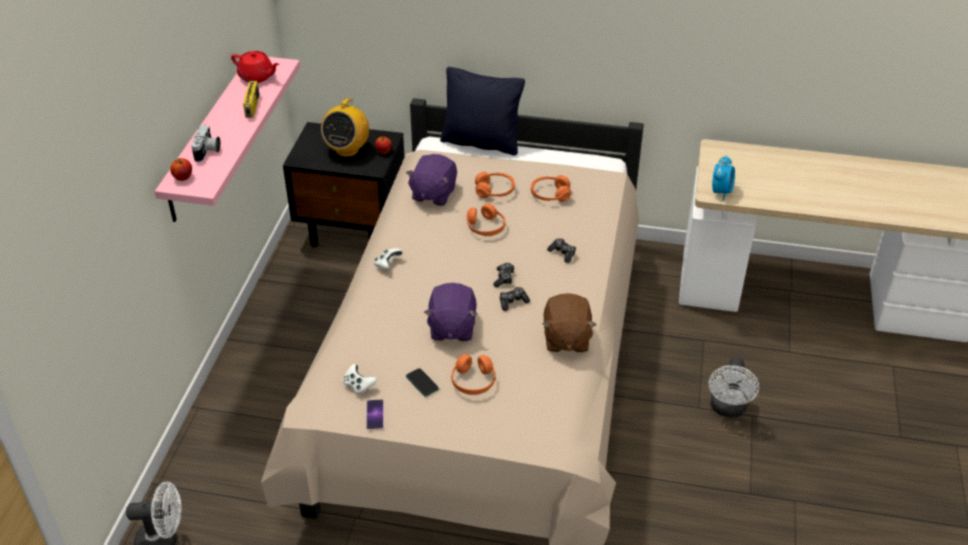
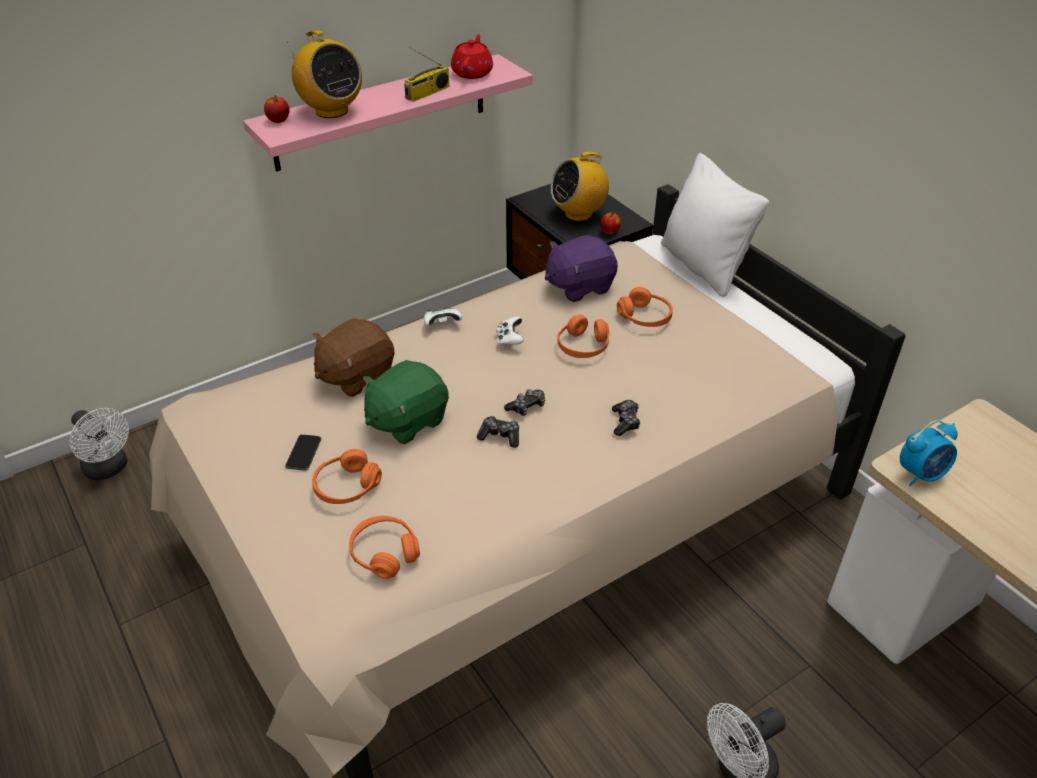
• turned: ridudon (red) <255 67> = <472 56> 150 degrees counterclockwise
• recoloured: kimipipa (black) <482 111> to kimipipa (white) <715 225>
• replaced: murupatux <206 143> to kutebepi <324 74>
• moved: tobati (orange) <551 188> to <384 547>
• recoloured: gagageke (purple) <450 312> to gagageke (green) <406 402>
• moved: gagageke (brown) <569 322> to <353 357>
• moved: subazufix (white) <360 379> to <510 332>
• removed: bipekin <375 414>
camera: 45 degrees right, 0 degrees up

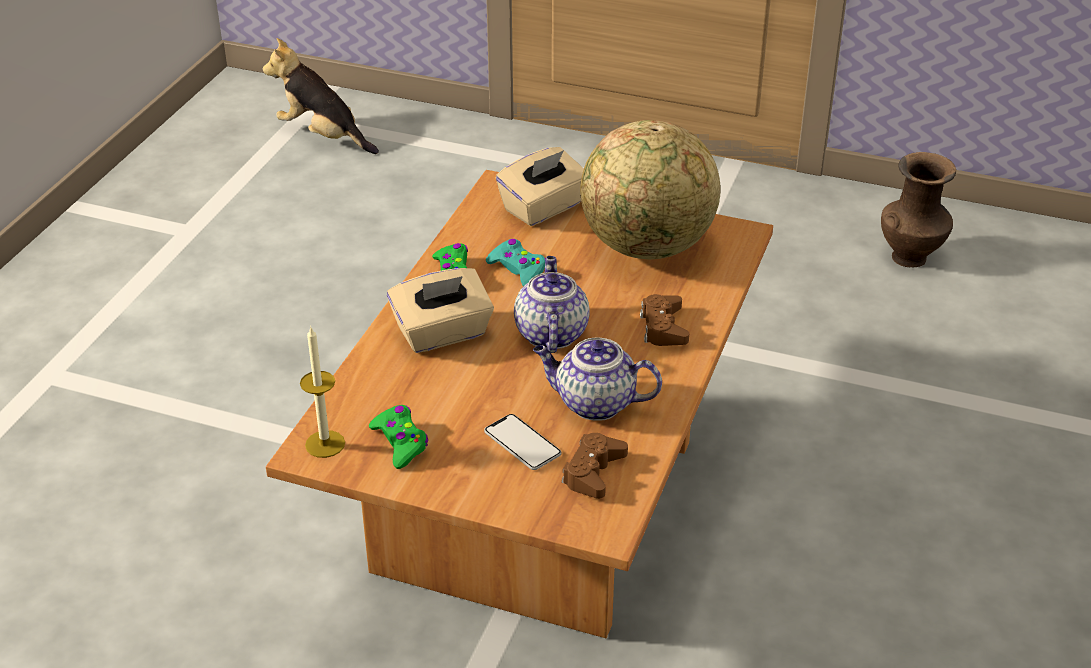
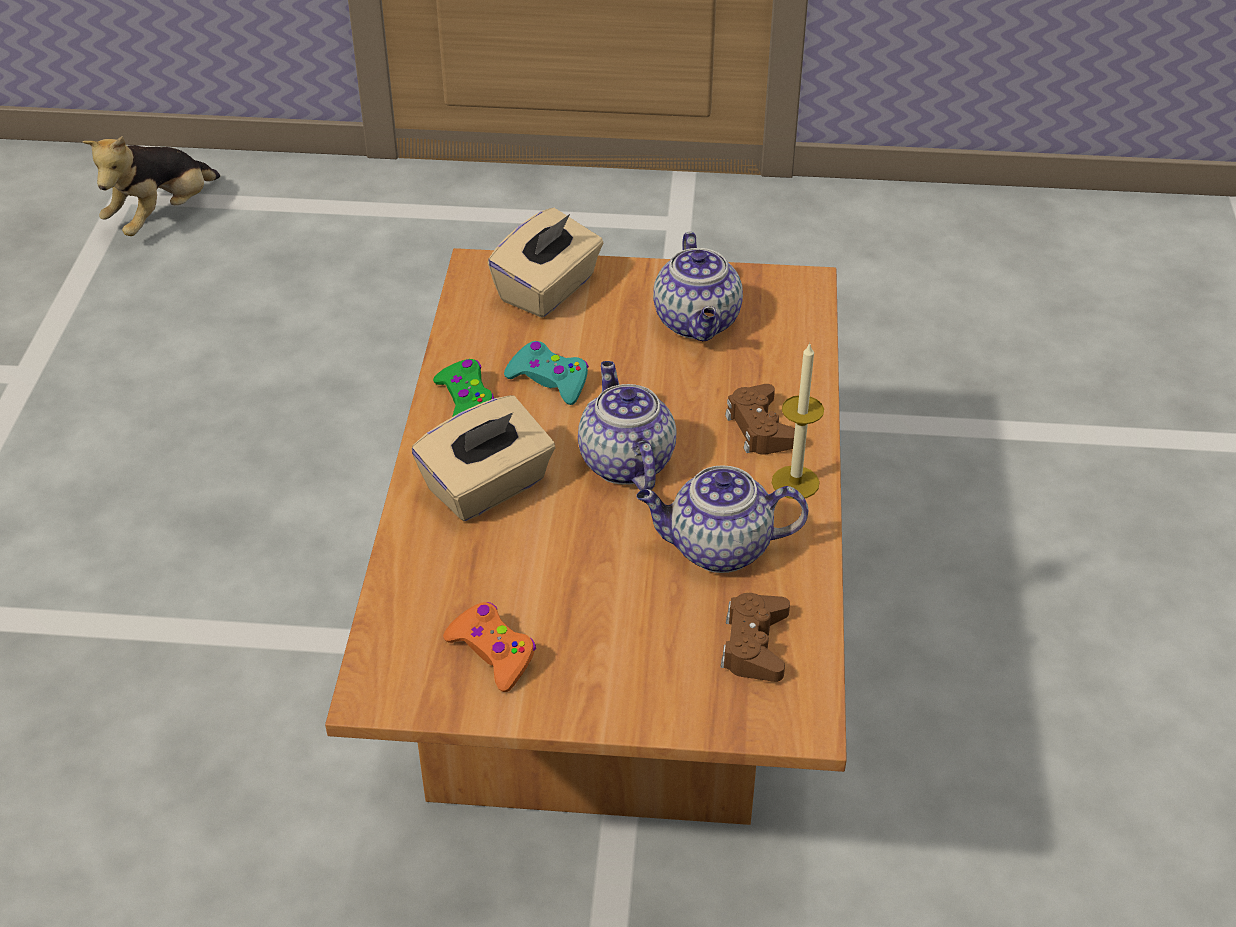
• turned: gagageke <321 96> = <151 186> 75 degrees counterclockwise
• replaced: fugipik <650 189> to ridudon <698 286>
• removed: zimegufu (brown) <918 209>
• moved: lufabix <322 392> to <798 420>
• recoloured: subazufix (green) <398 437> to subazufix (orange) <489 647>
• removed: bipekin <523 442>
camera: 15 degrees left, 5 degrees up

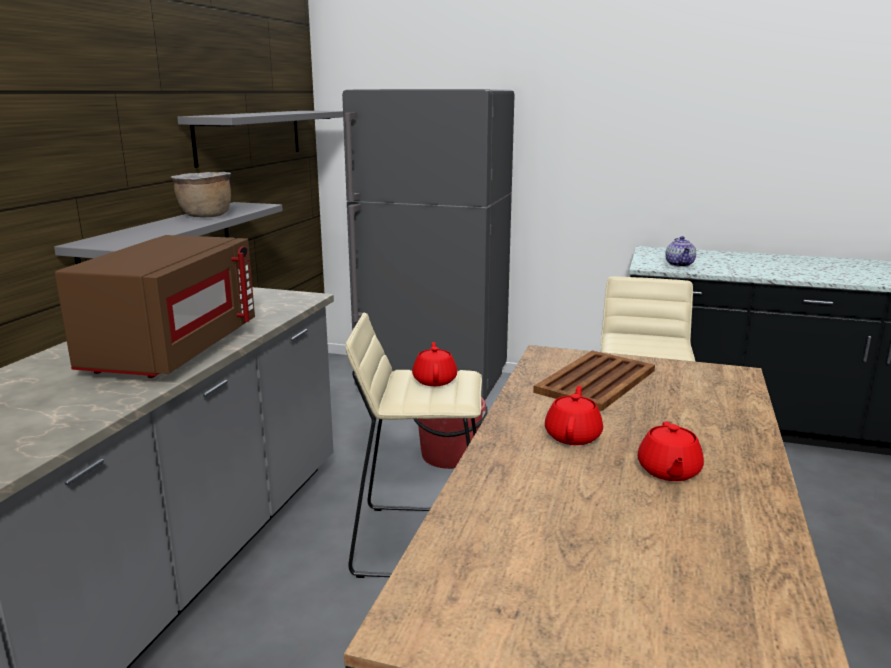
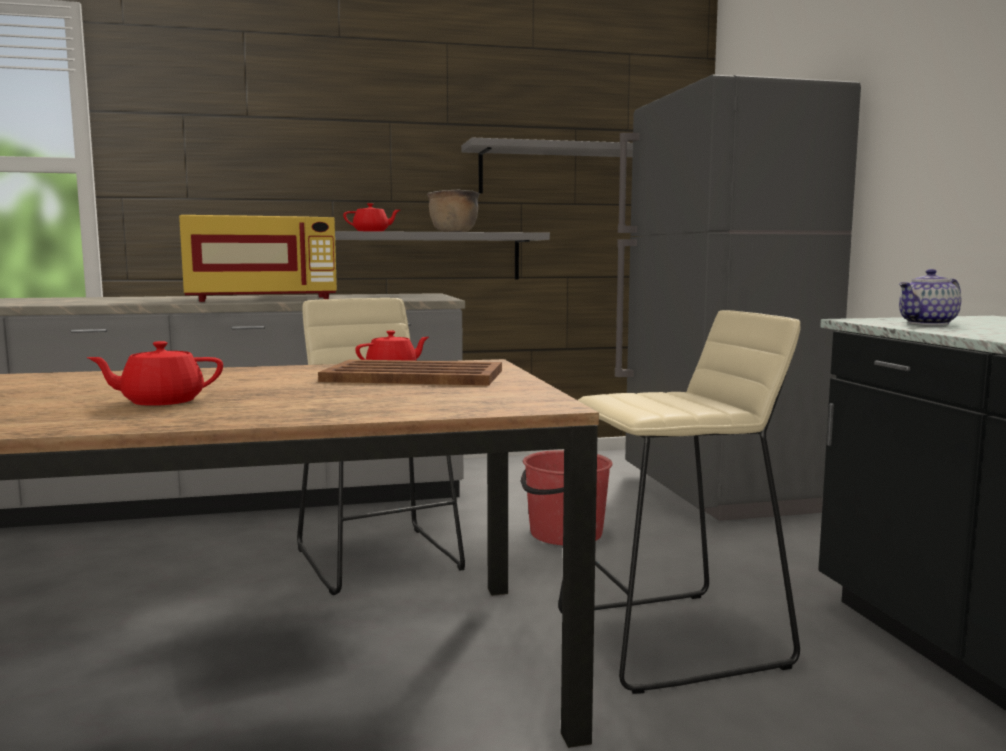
• recoloured: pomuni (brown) <155 306> to pomuni (yellow) <258 258>
• moved: ridudon (red) <574 415> to <371 217>
camera: 60 degrees right, 10 degrees down

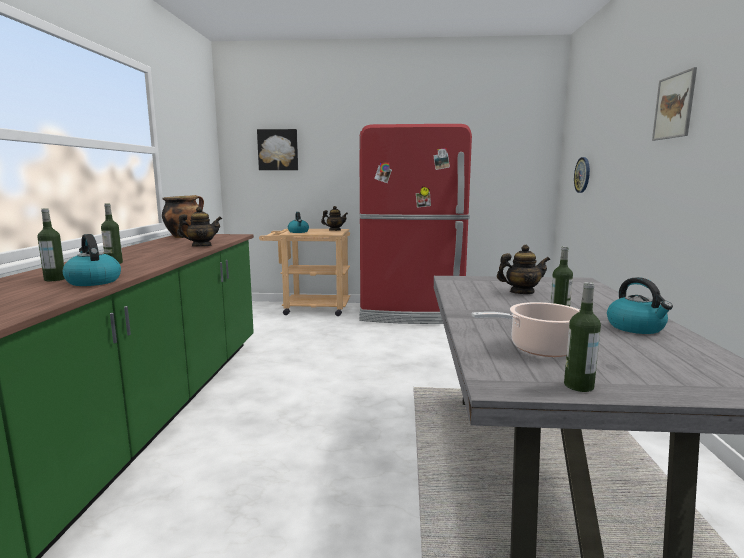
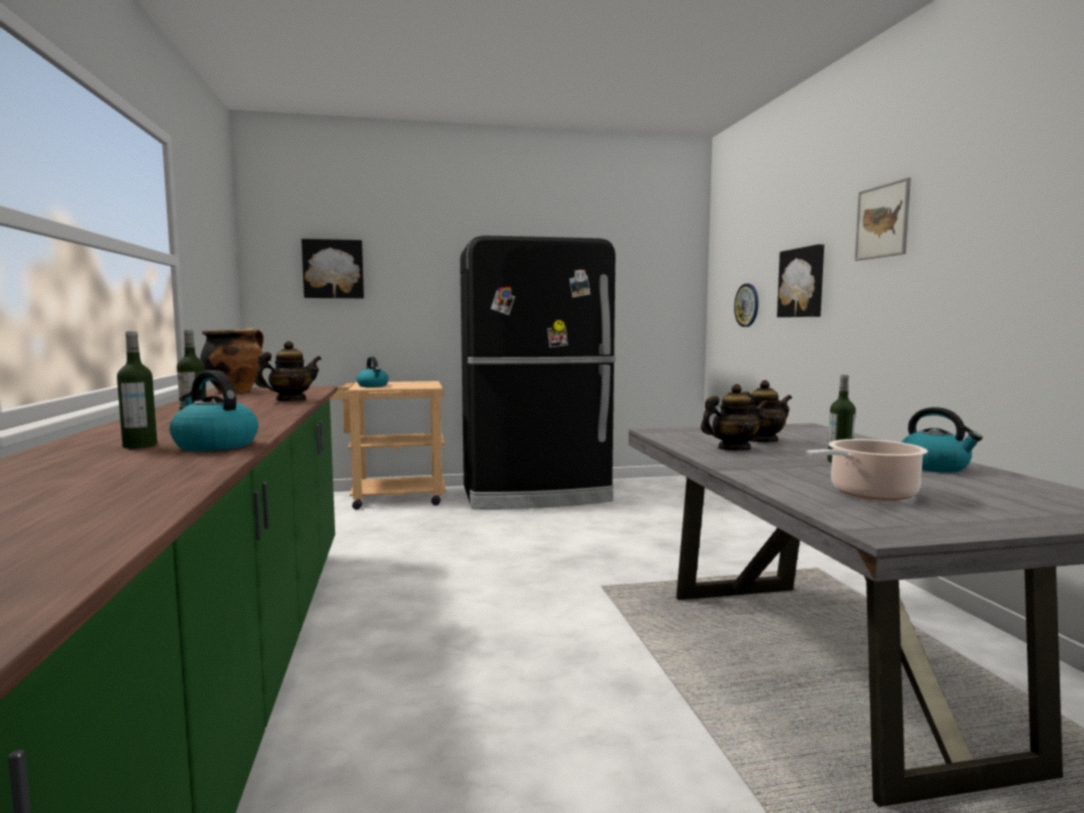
• recoloured: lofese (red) <415 224> to lofese (black) <538 372>
• moved: ridudon <334 218> to <735 417>
• removed: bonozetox <582 337>
• added: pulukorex <800 280>
camera: 15 degrees left, 5 degrees down

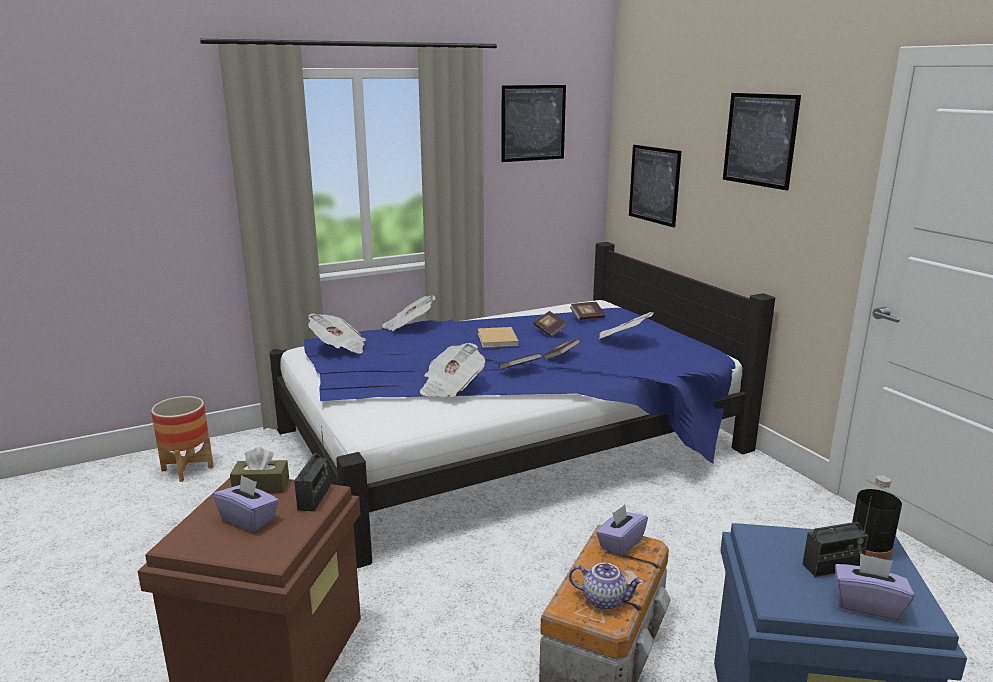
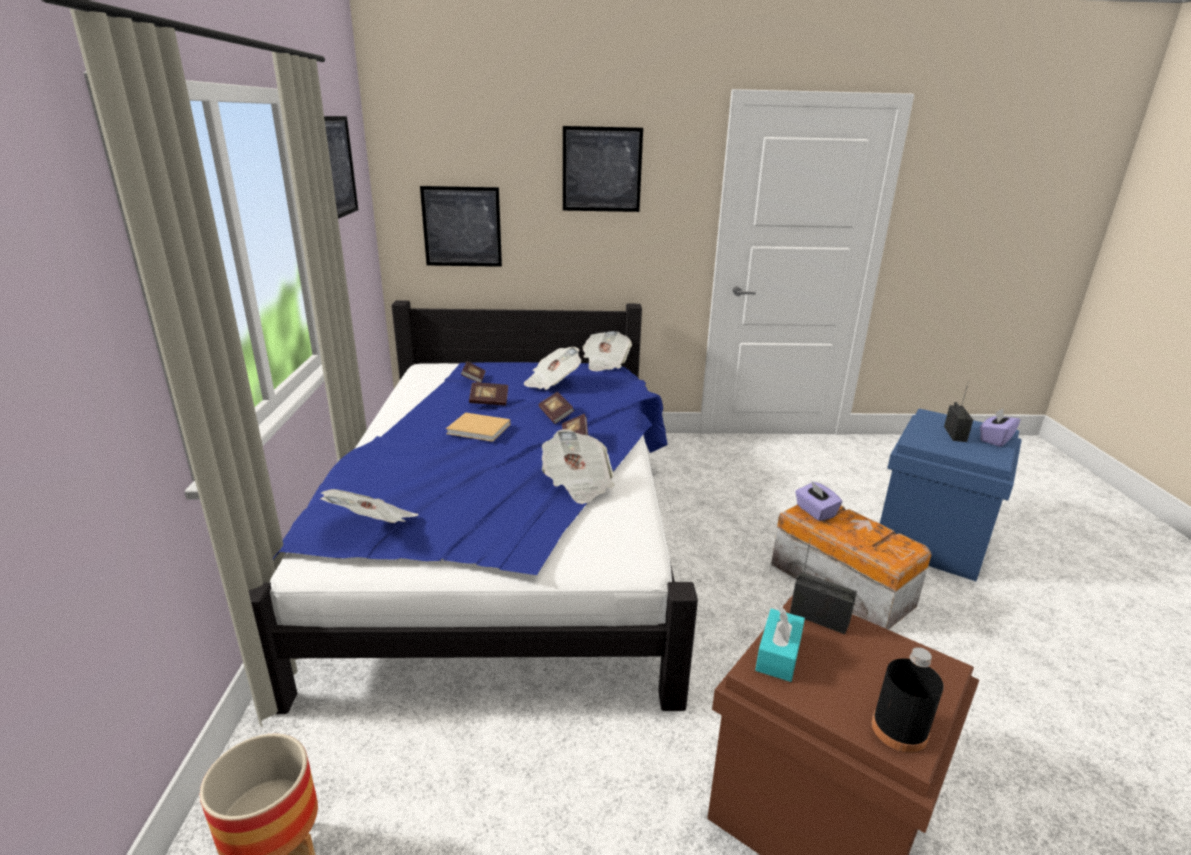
• moved: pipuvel <409 313> to <607 351>
• recoloured: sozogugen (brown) <259 470> to sozogugen (turquoise) <780 644>
• removed: sozogugen (purple) <246 503>
• moved: bonozetox (black) <877 517> to <908 700>
• removed: ridudon <606 586>
camera: 65 degrees left, 5 degrees up

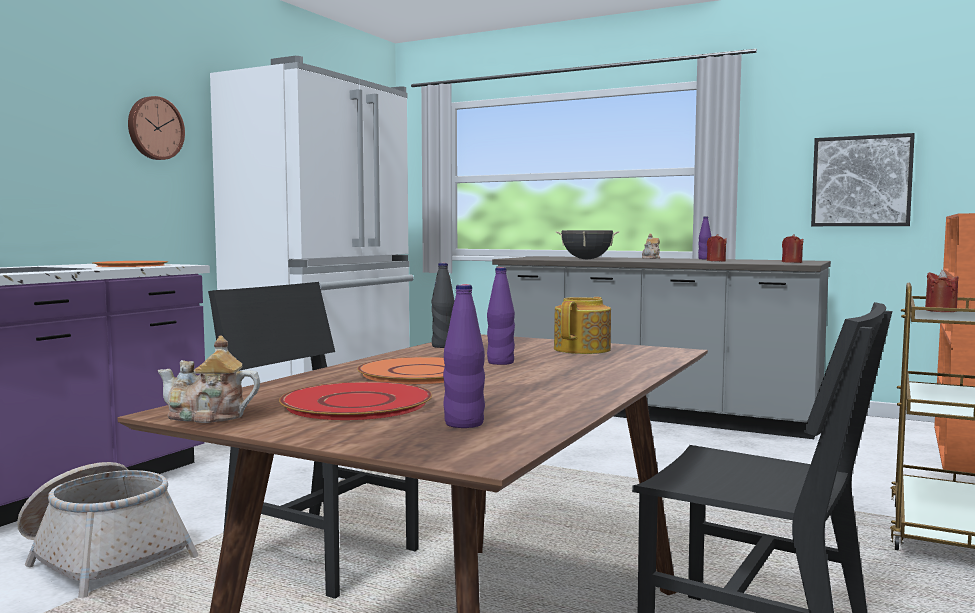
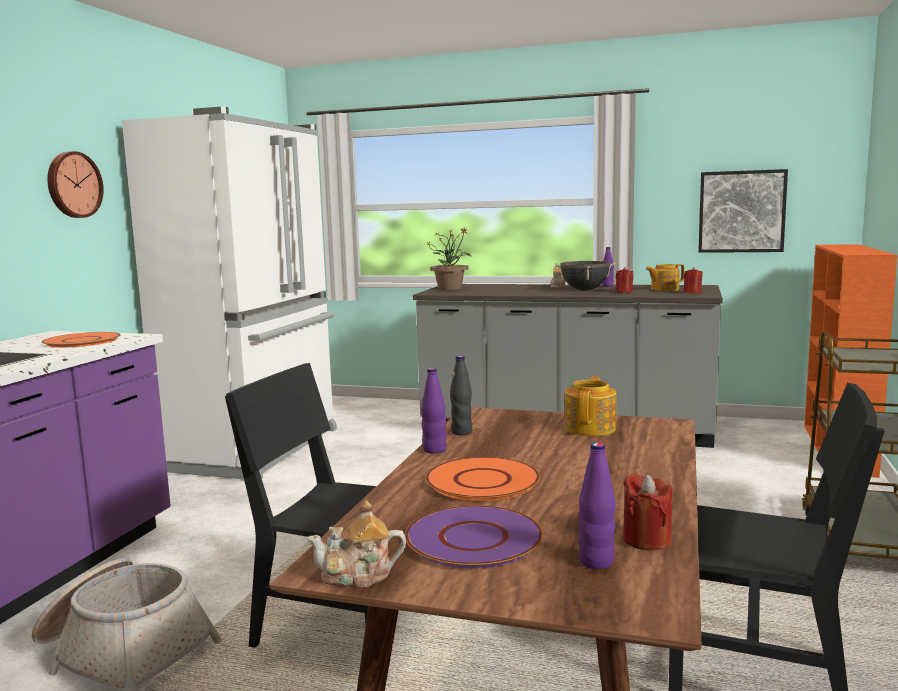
• moved: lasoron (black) <587 244> to <585 275>
• moved: bonozetox (purple) <501 316> to <434 411>
• moved: lufabix (red) <941 291> to <648 511>
• recoloured: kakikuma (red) <355 400> to kakikuma (purple) <474 536>
• added: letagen <449 258>
• added: ridudon <665 277>
camera: 10 degrees left, 5 degrees up

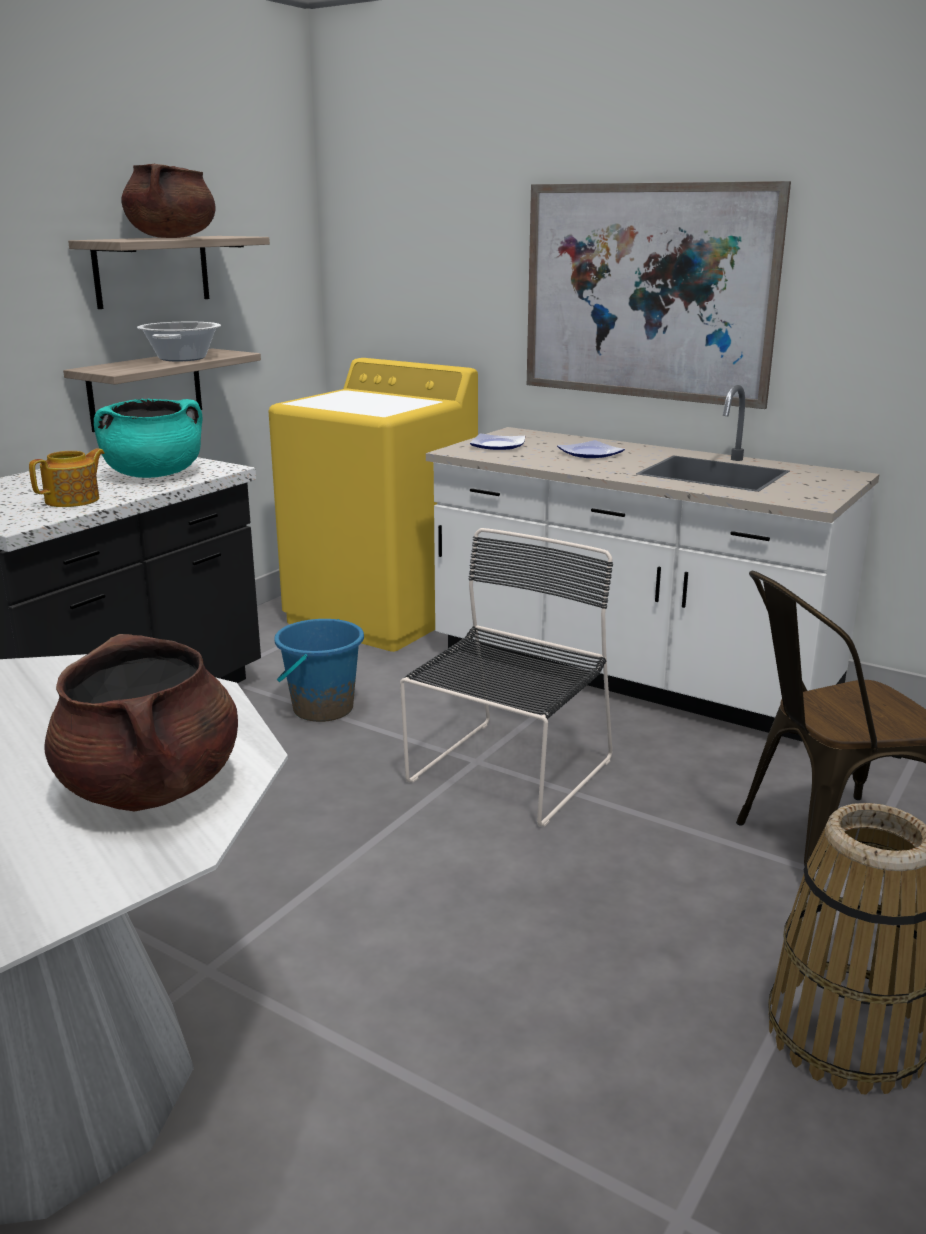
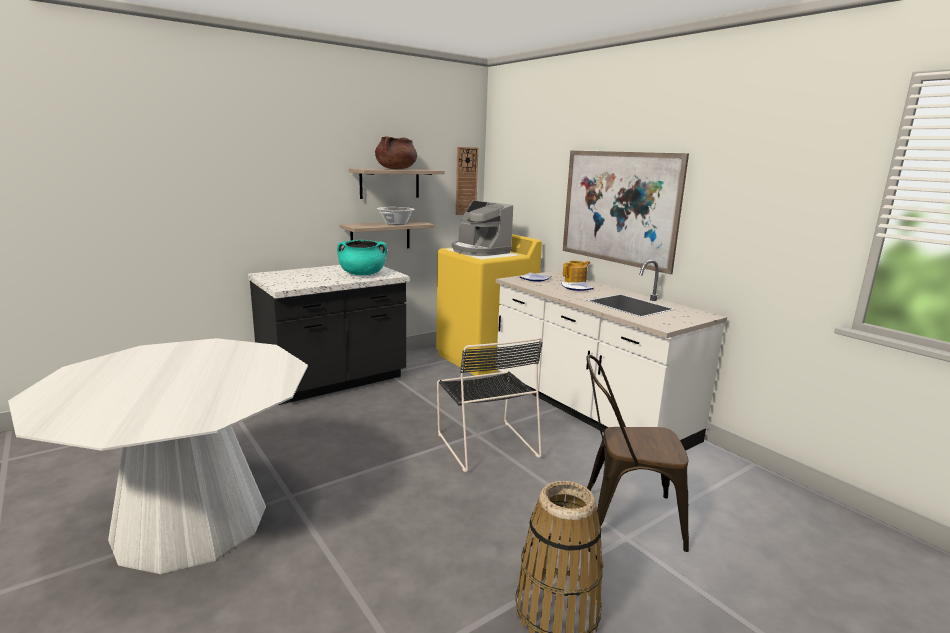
• moved: ridudon <67 477> to <576 272>
• turned: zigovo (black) <506 677> = <490 405> 105 degrees clockwise
• removed: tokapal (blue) <319 670>
• removed: lasoron (brown) <141 722>
• added: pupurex <467 181>
• added: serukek <482 228>
camera: 20 degrees right, 5 degrees down

